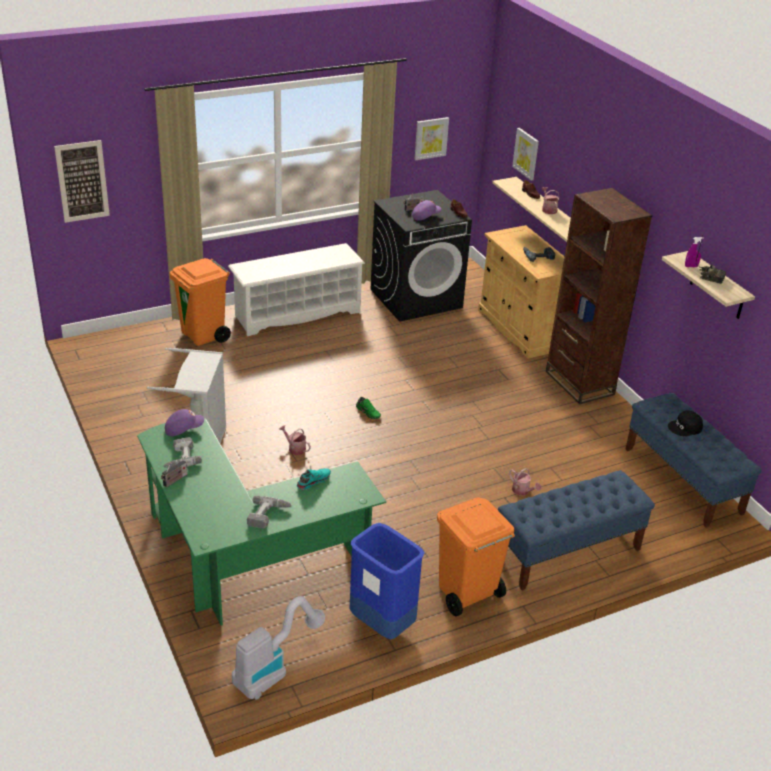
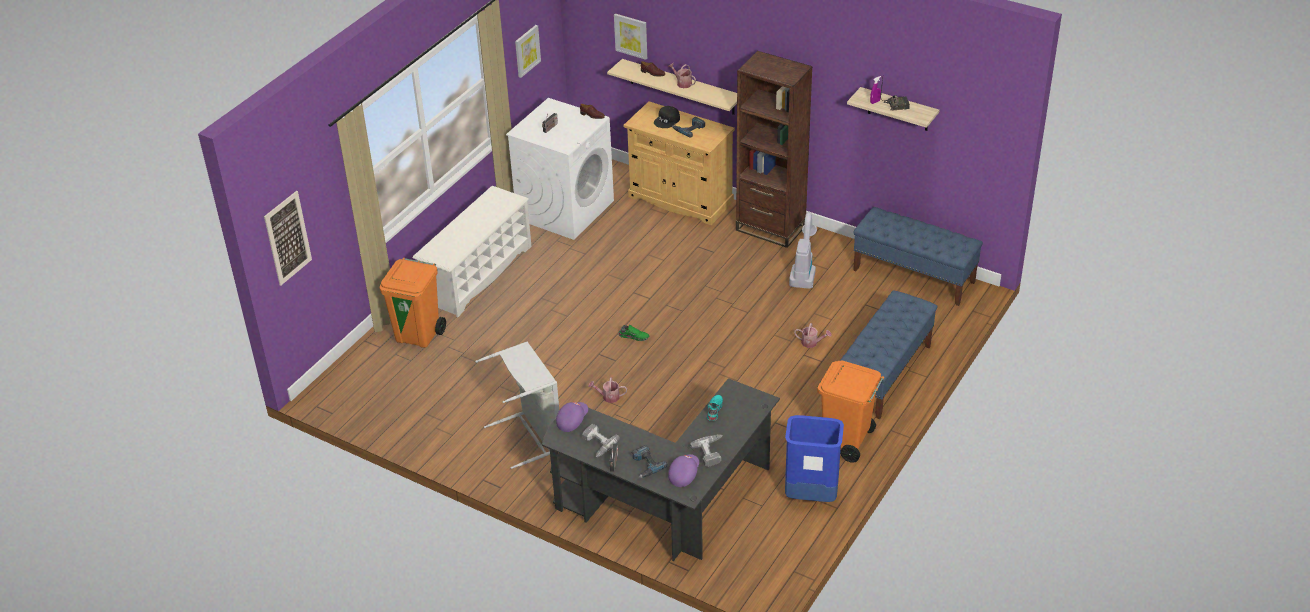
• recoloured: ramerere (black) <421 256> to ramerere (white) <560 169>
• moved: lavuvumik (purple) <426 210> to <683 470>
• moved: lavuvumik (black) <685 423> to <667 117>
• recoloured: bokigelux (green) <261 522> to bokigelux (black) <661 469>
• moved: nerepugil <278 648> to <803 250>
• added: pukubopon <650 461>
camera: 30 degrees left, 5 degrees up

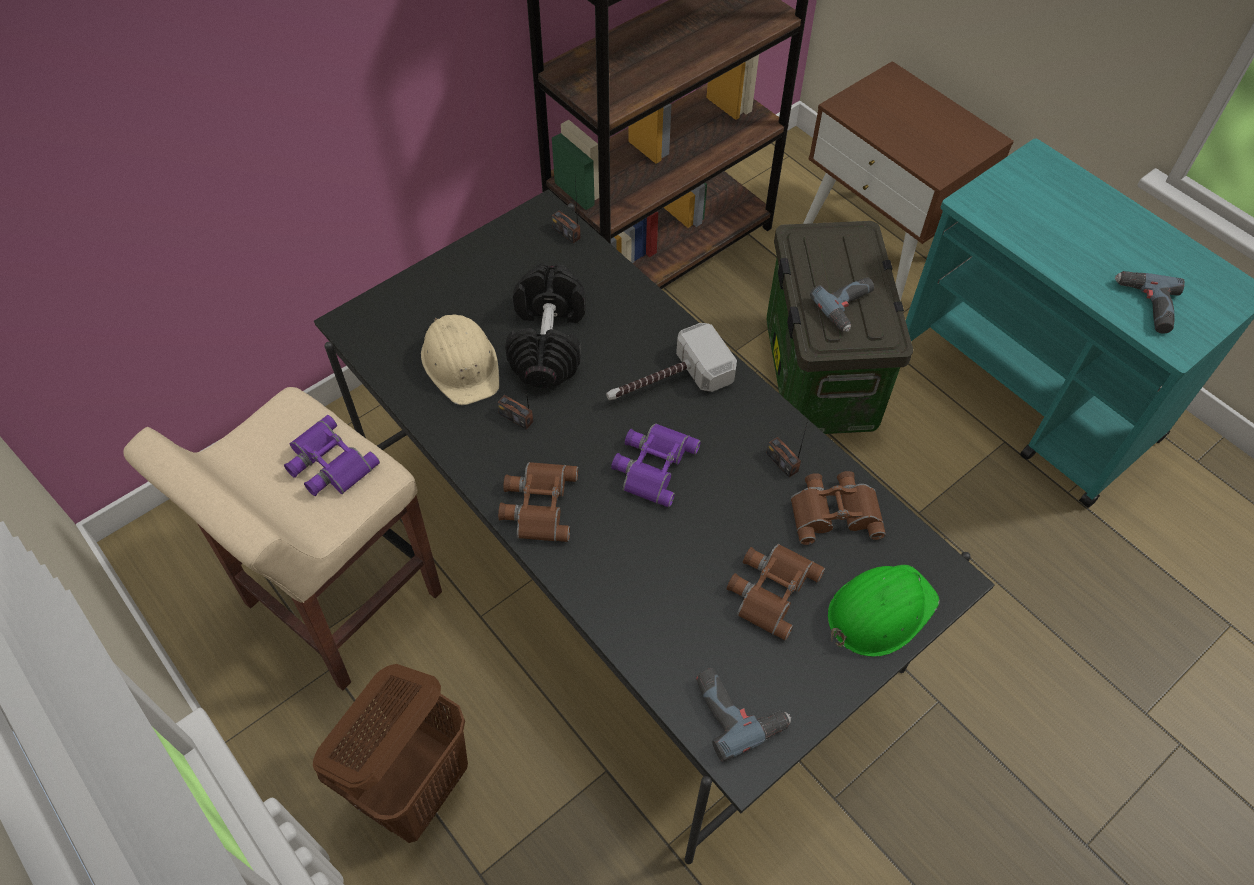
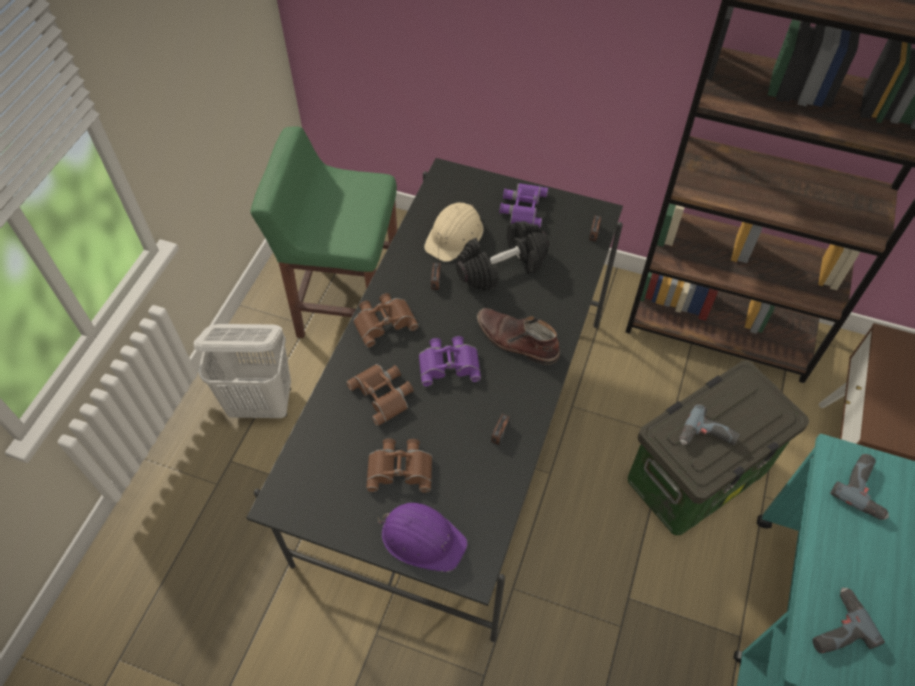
• replaced: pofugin <671 361> to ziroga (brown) <518 336>
• recoloured: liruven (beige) <282 538> to liruven (green) <324 232>
• moved: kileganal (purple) <332 455> to <523 205>
• moved: kileganal (brown) <838 508> to <380 395>
• recoloured: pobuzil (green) <884 611> to pobuzil (purple) <423 537>
• recoloured: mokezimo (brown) <390 753> to mokezimo (white) <242 371>
• moved: pukubopon <744 715> to <859 487>
camera: 60 degrees right, 0 degrees up

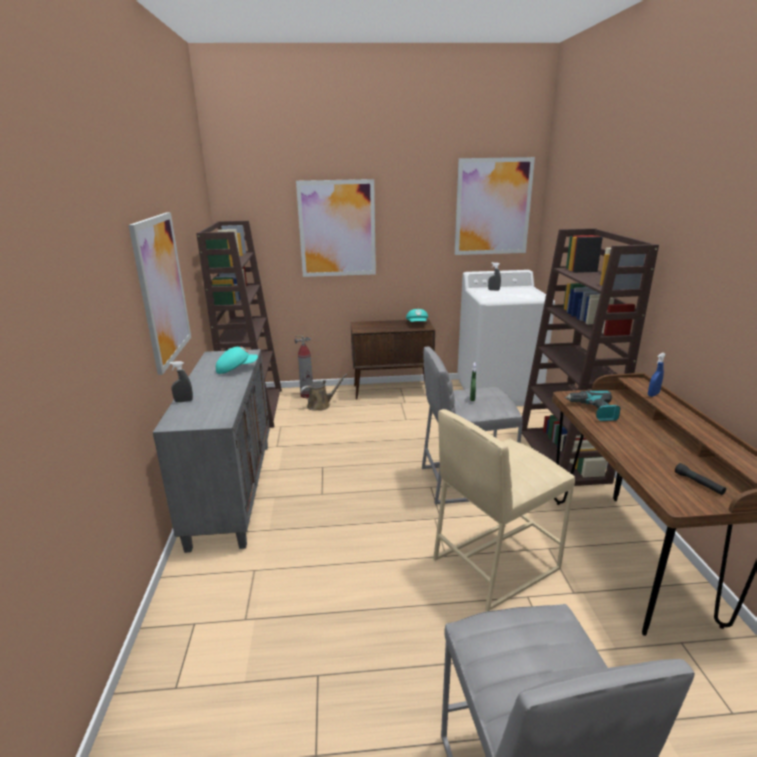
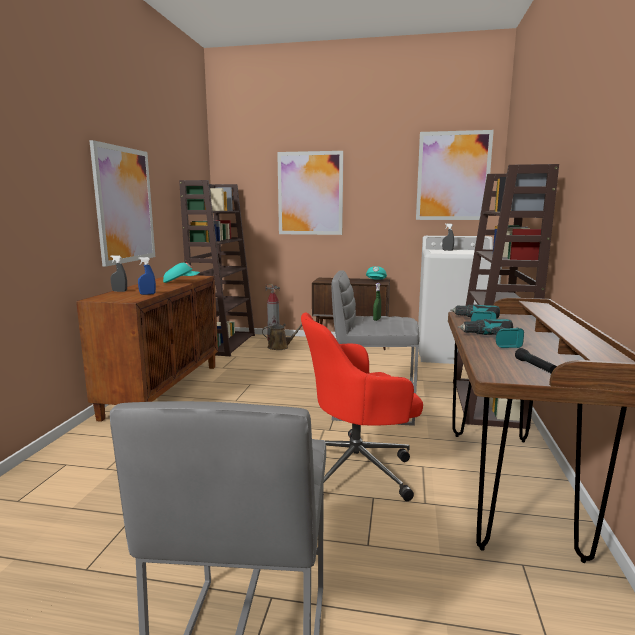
• recoloured: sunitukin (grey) <211 451> to sunitukin (brown) <147 348>
• moved: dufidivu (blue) <657 375> to <147 276>
• replaced: liruven (beige) <504 510> to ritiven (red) <362 407>
• added: pukubopon <491 333>
camera: 15 degrees right, 10 degrees down

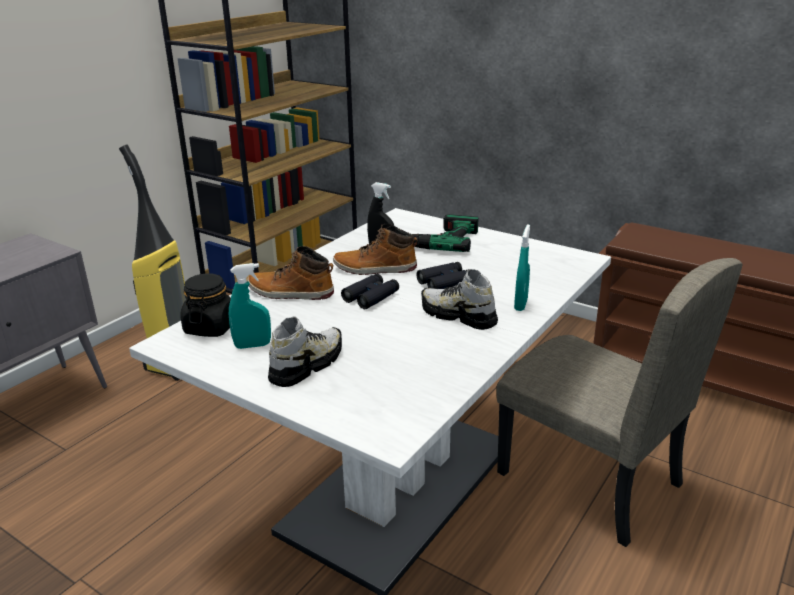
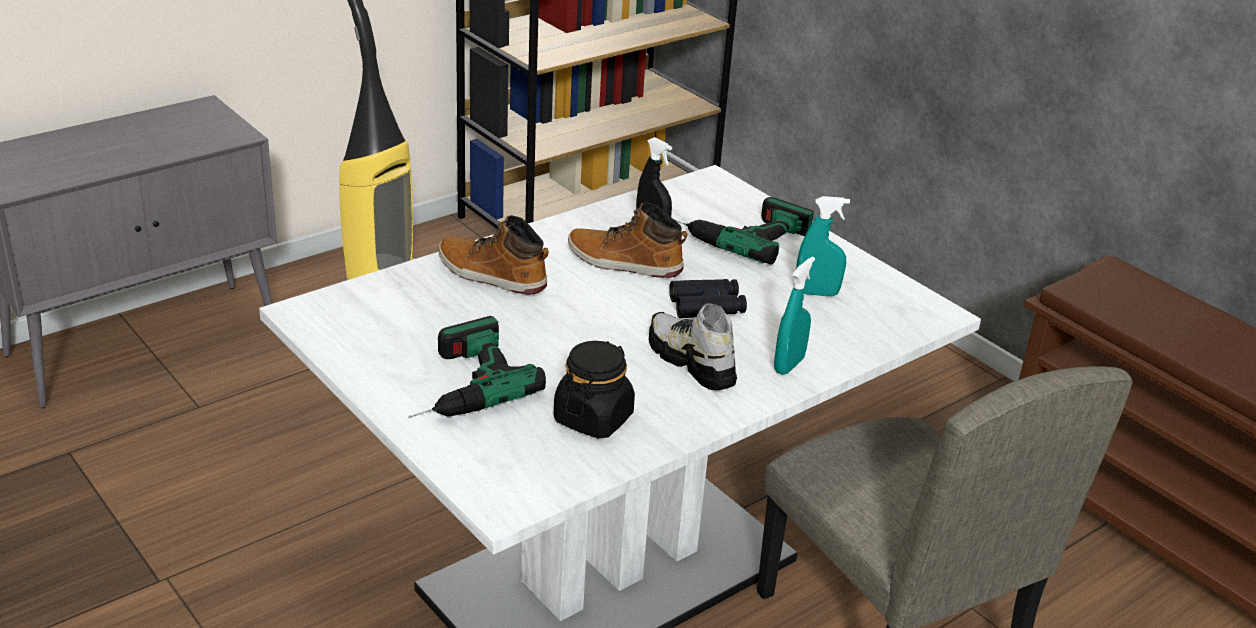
• moved: dufidivu (turquoise) <250 306> to <823 246>
• moved: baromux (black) <205 305> to <594 389>
• removed: kileganal (black) <370 291>
• replaced: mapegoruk <305 352> to pukubopon <477 367>
camera: 15 degrees right, 5 degrees up

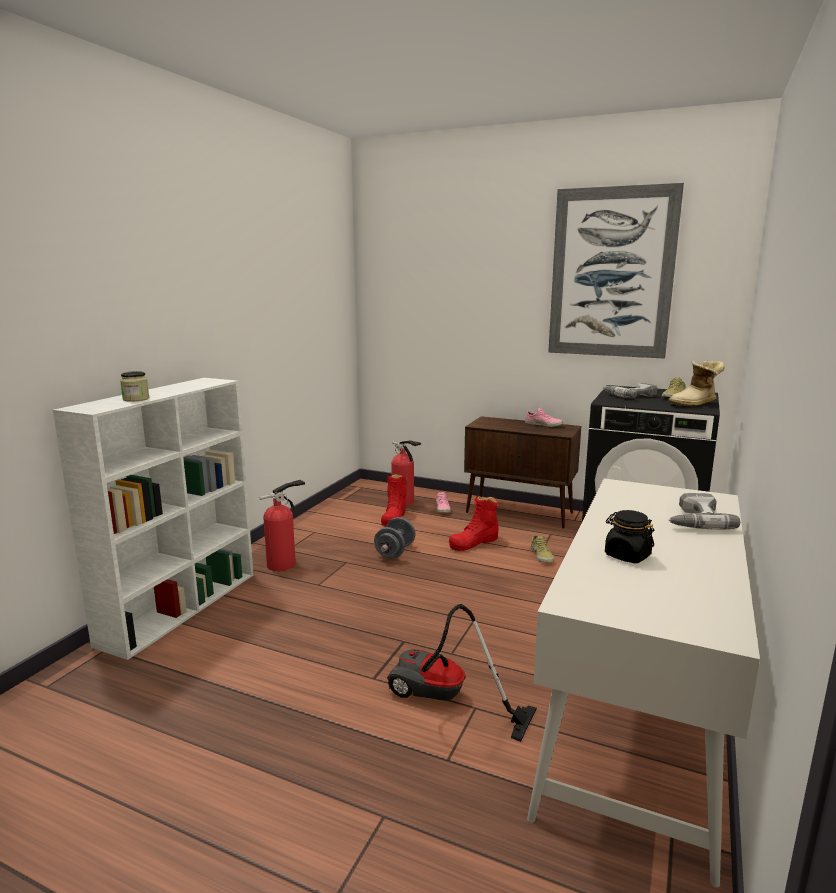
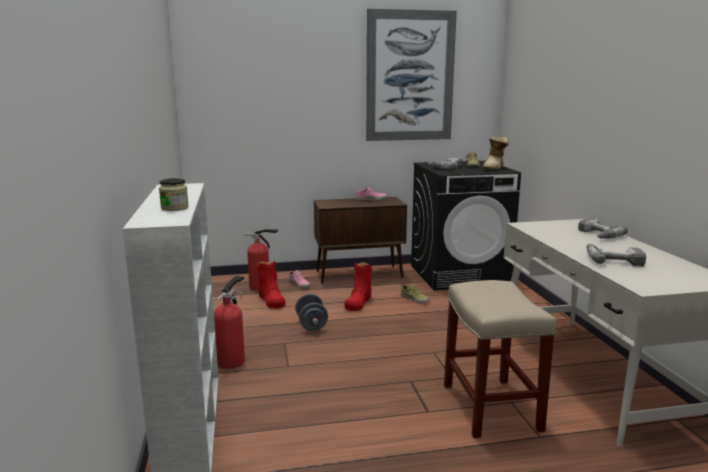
• replaced: baromux (black) <629 536> to pukubopon <616 255>
• replaced: nerepugil <462 673> to liruven (beige) <500 359>
camera: 35 degrees left, 0 degrees up

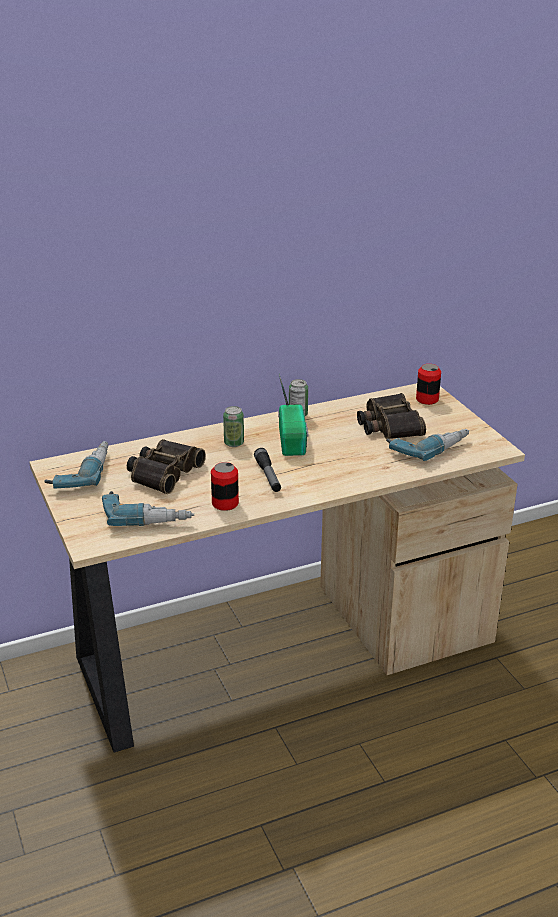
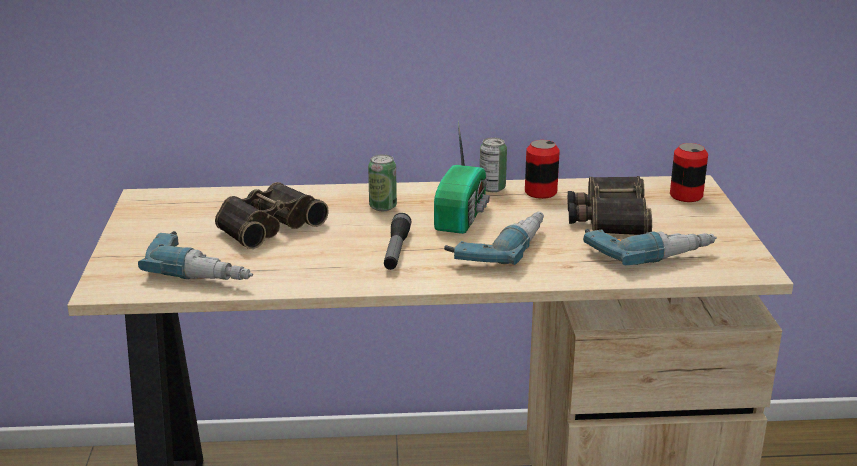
• moved: pukubopon <76 465> to <494 238>
• moved: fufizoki <225 486> to <542 169>
camera: 20 degrees right, 5 degrees down

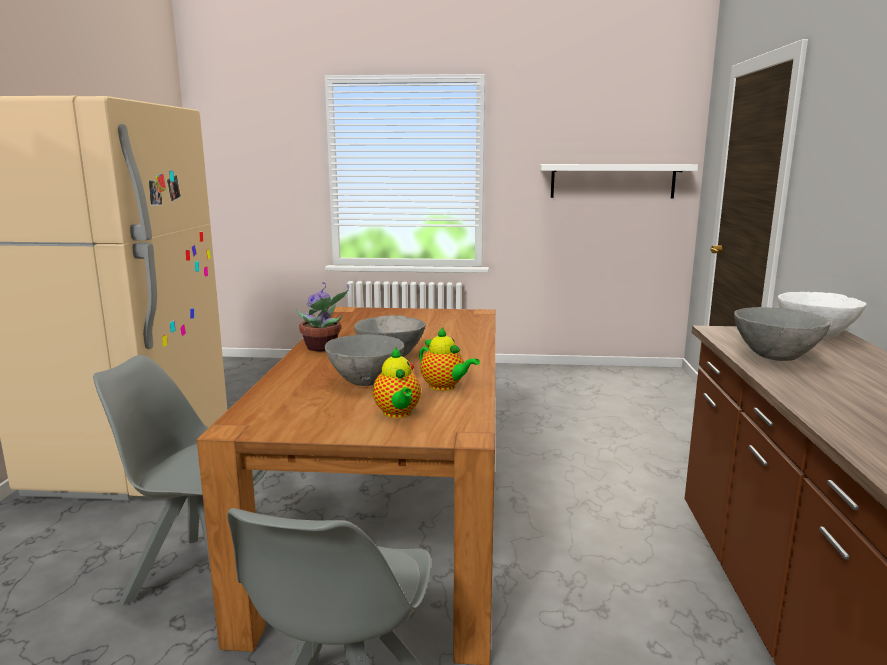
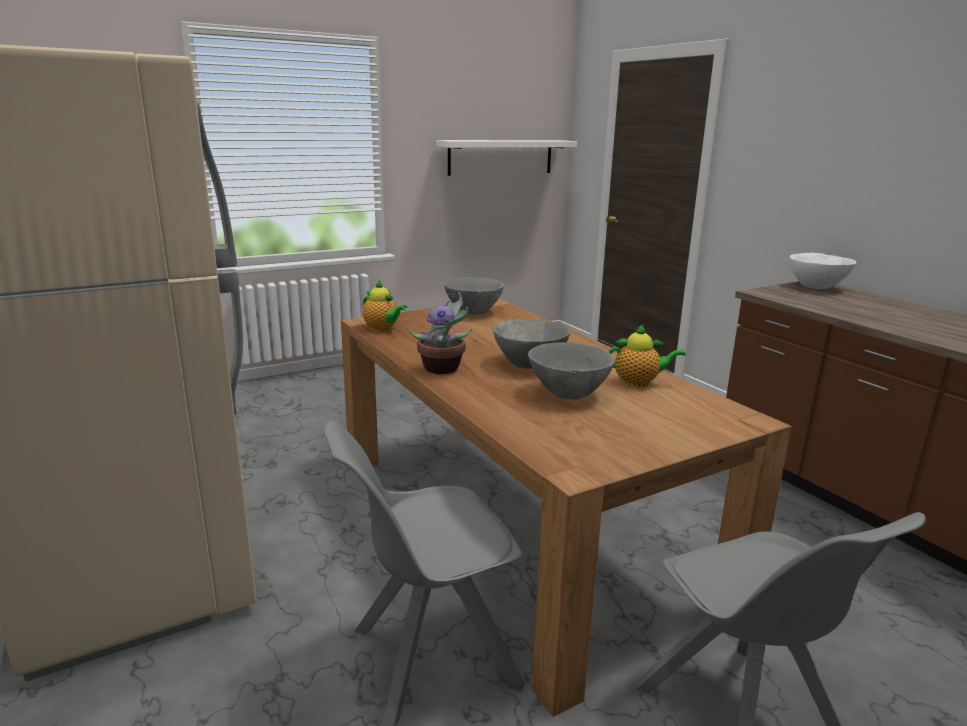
• moved: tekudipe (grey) <782 334> to <474 296>
• moved: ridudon <397 383> to <385 306>
camera: 35 degrees left, 5 degrees up

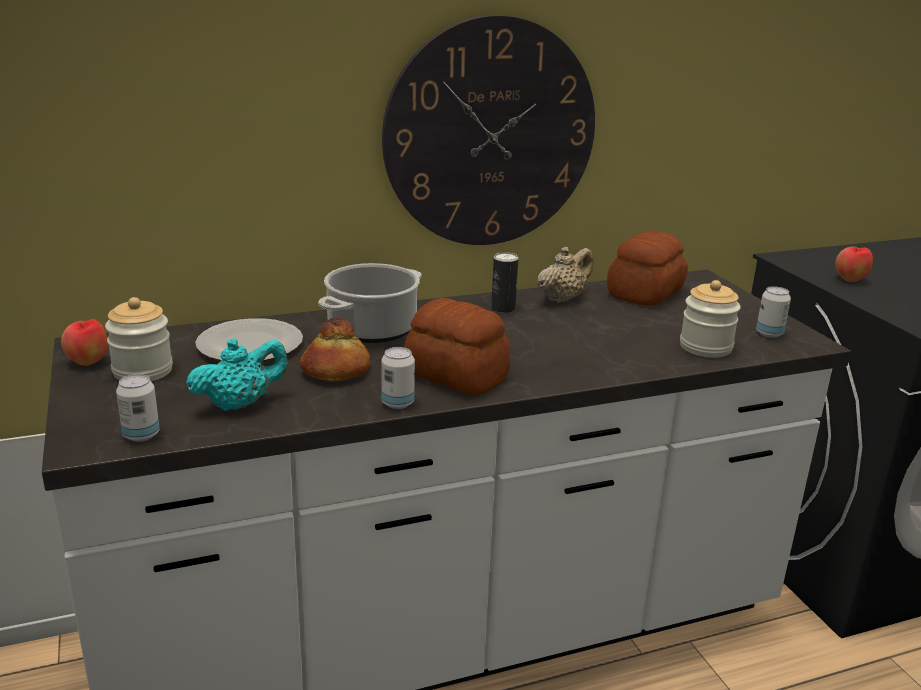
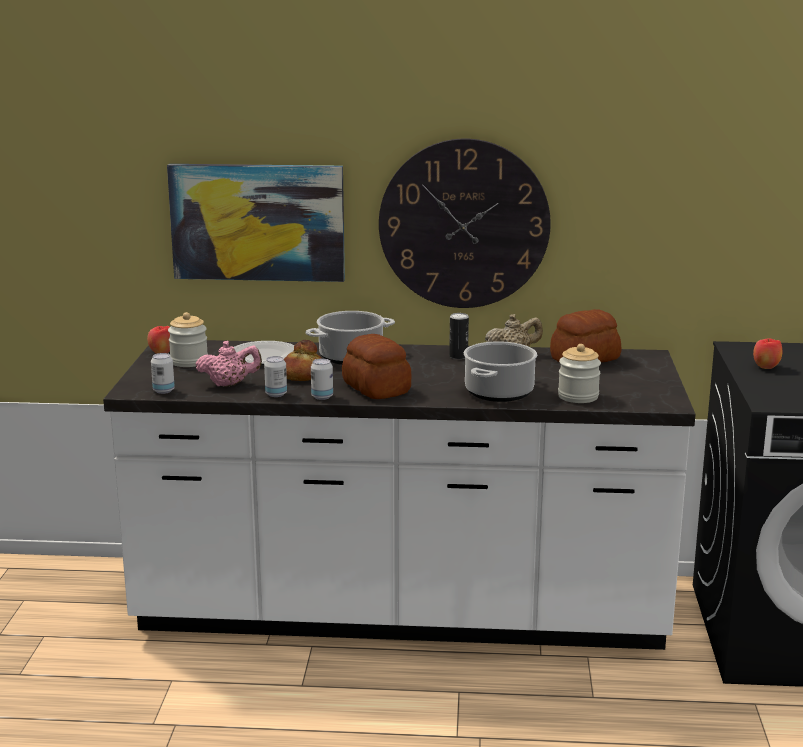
• moved: fufizoki <773 312> to <275 376>
• recoloured: ridudon (turquoise) <237 374> to ridudon (pink) <229 364>
• added: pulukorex <256 223>
• added: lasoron <500 371>
camera: 25 degrees right, 5 degrees down

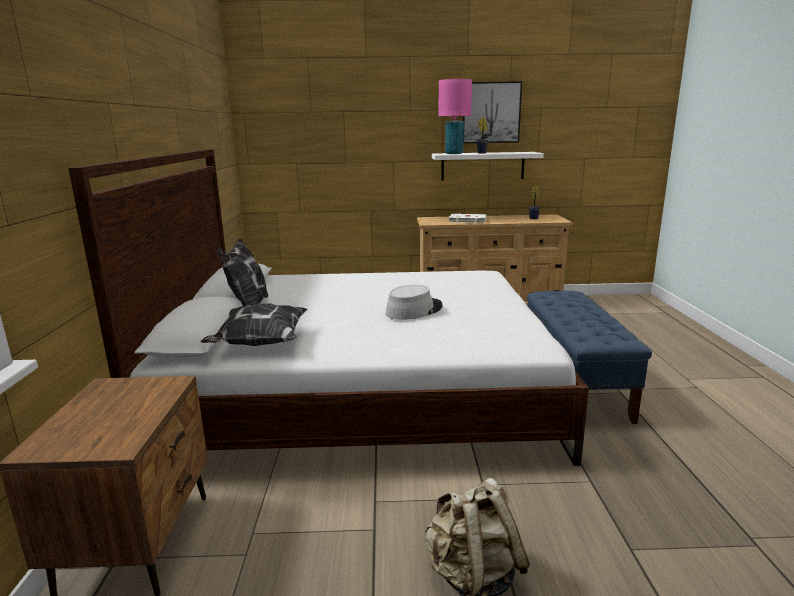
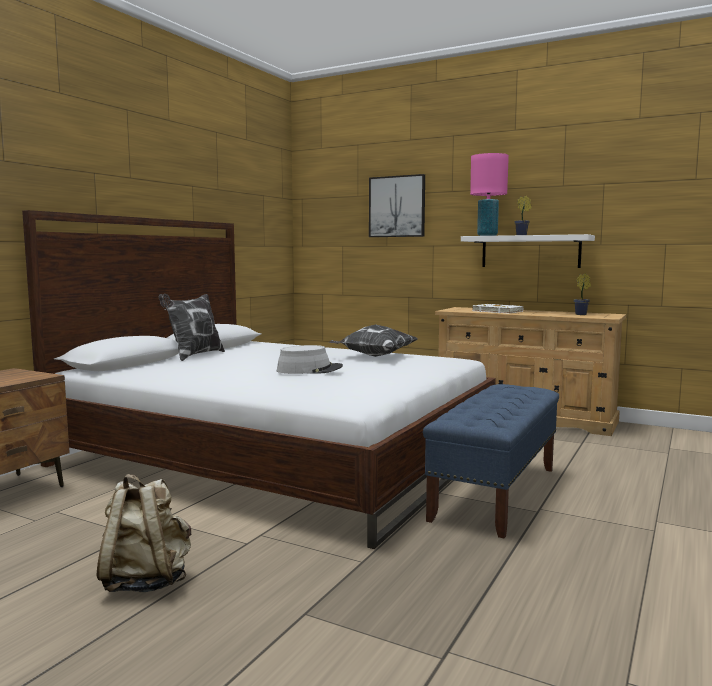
• moved: pulukorex <492 112> to <397 205>
• moved: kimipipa <254 324> to <373 340>
camera: 30 degrees right, 10 degrees down

